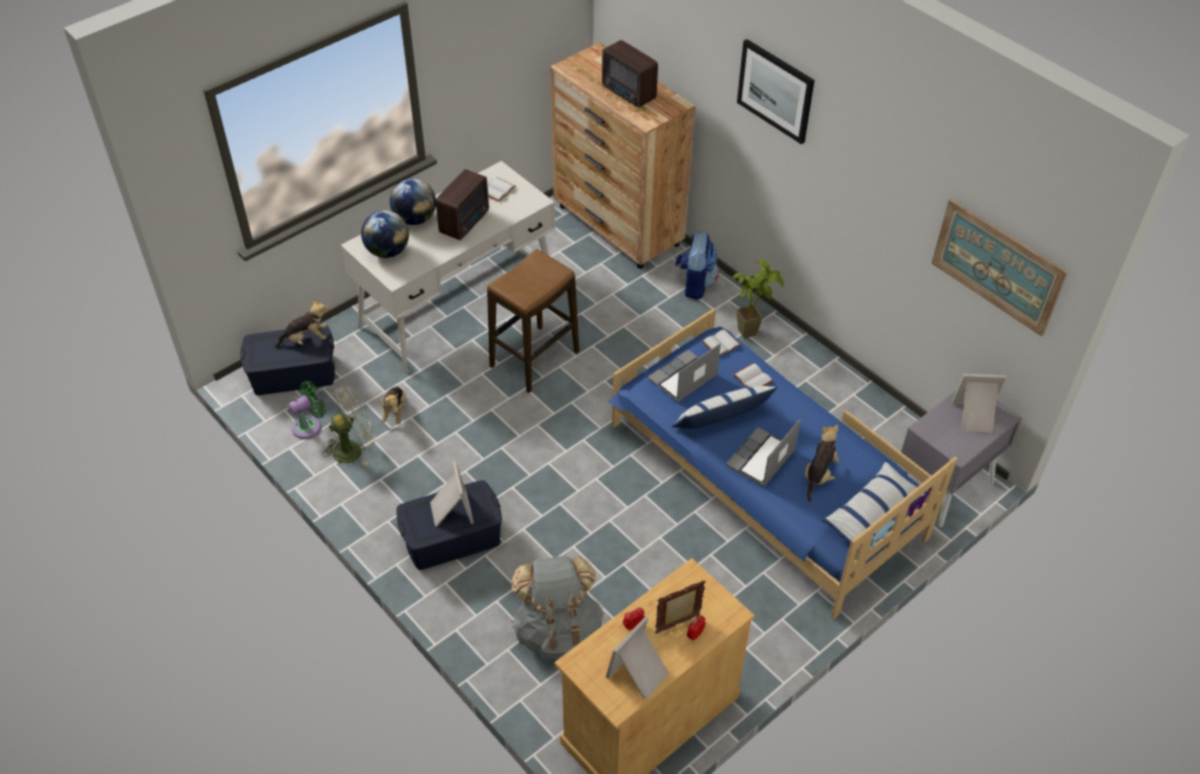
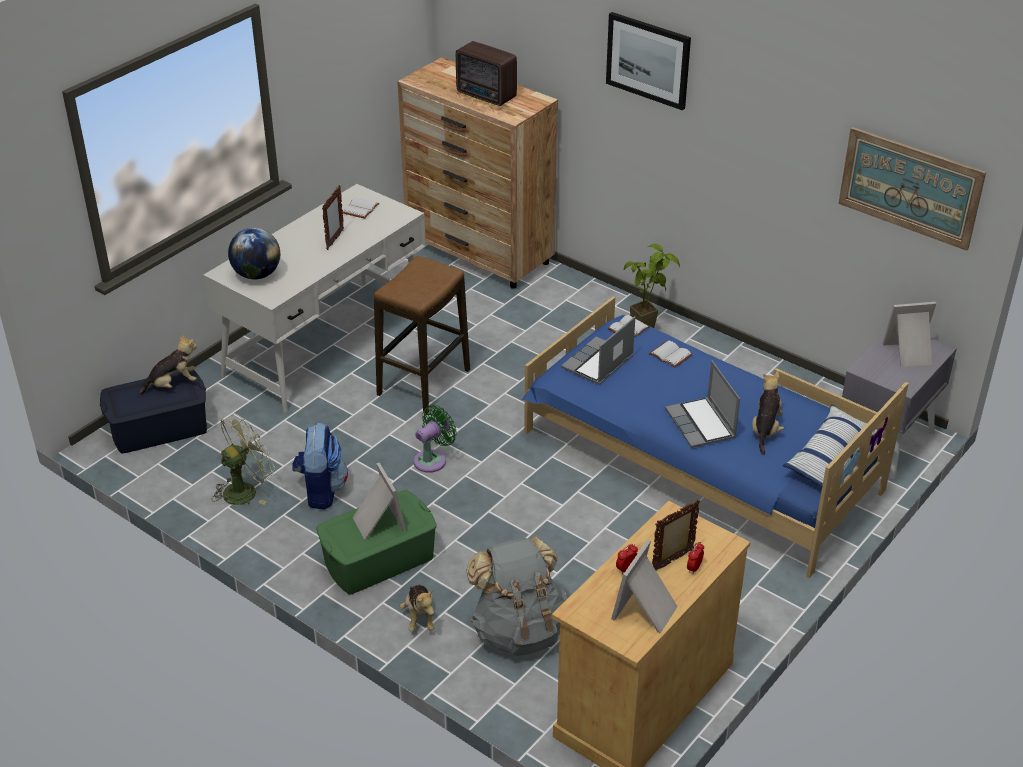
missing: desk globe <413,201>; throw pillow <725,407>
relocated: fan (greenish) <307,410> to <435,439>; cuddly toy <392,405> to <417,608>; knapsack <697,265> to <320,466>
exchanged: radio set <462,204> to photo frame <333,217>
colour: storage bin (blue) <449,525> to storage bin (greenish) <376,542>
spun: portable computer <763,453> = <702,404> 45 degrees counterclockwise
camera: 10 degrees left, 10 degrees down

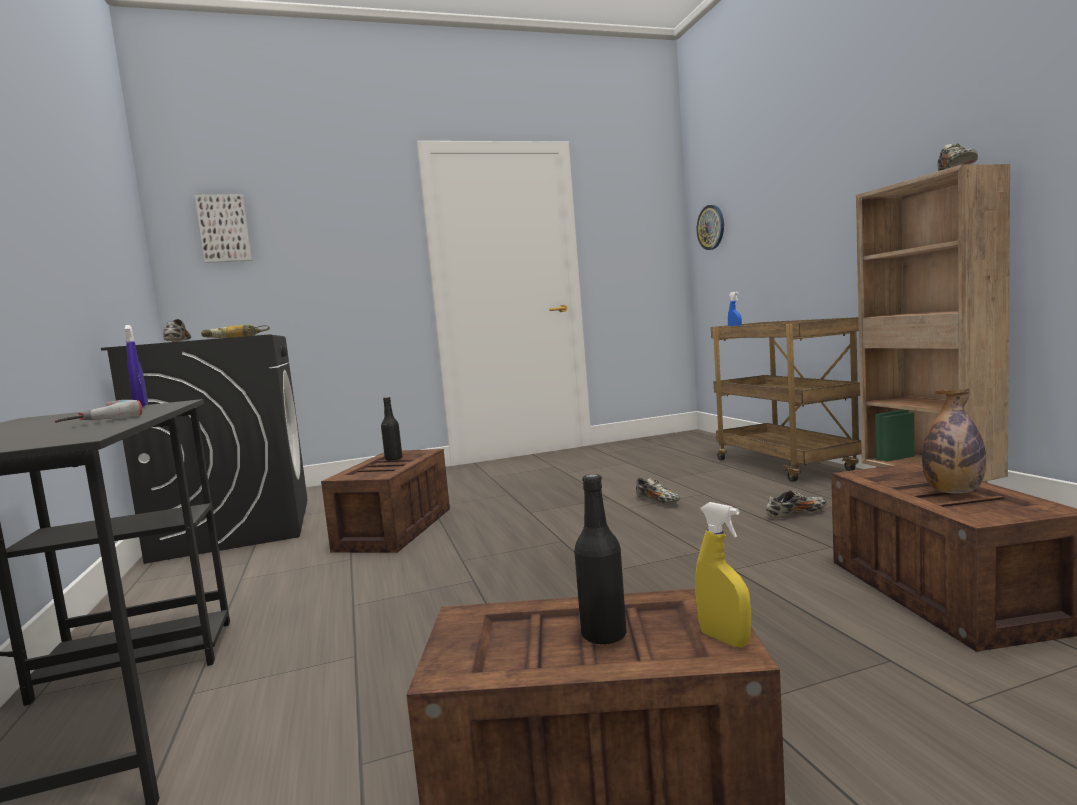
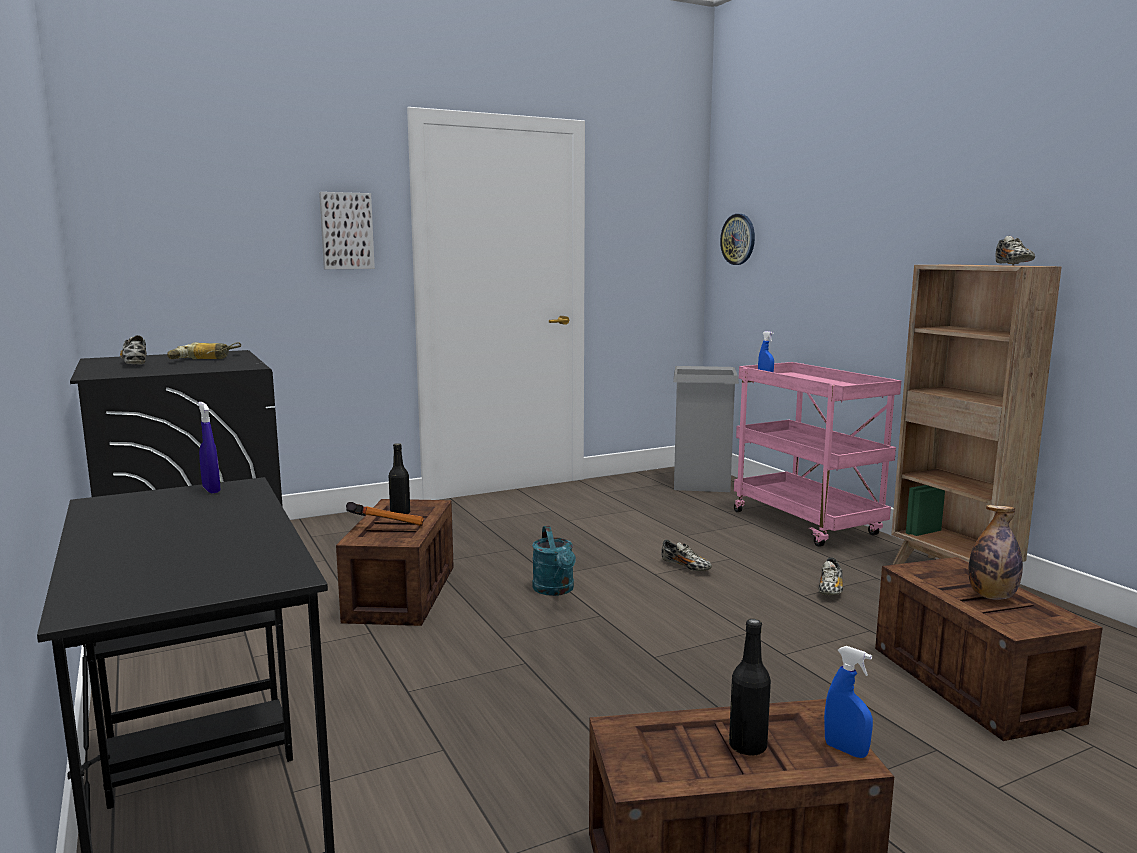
missing: power drill <98,411>
appeared: hand hammer <385,514>; sprinkling can (turquoise-coloured) <554,561>; rubbish bin (gray) <706,429>
relocated: wall picture <223,228> to <347,230>
colour: spray bottle (yellow-coloured) <723,574> to spray bottle (blue) <848,702>; wheeled cart (brown-coloured) <786,399> to wheeled cart (pinkish) <817,454>
spun: low shoe <796,504> = <831,576> 135 degrees clockwise
camera: 10 degrees left, 5 degrees up

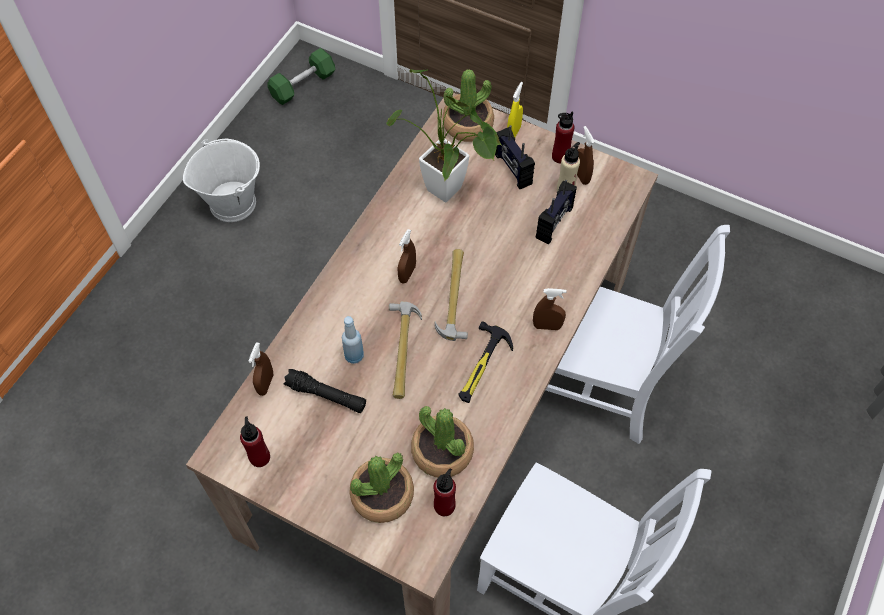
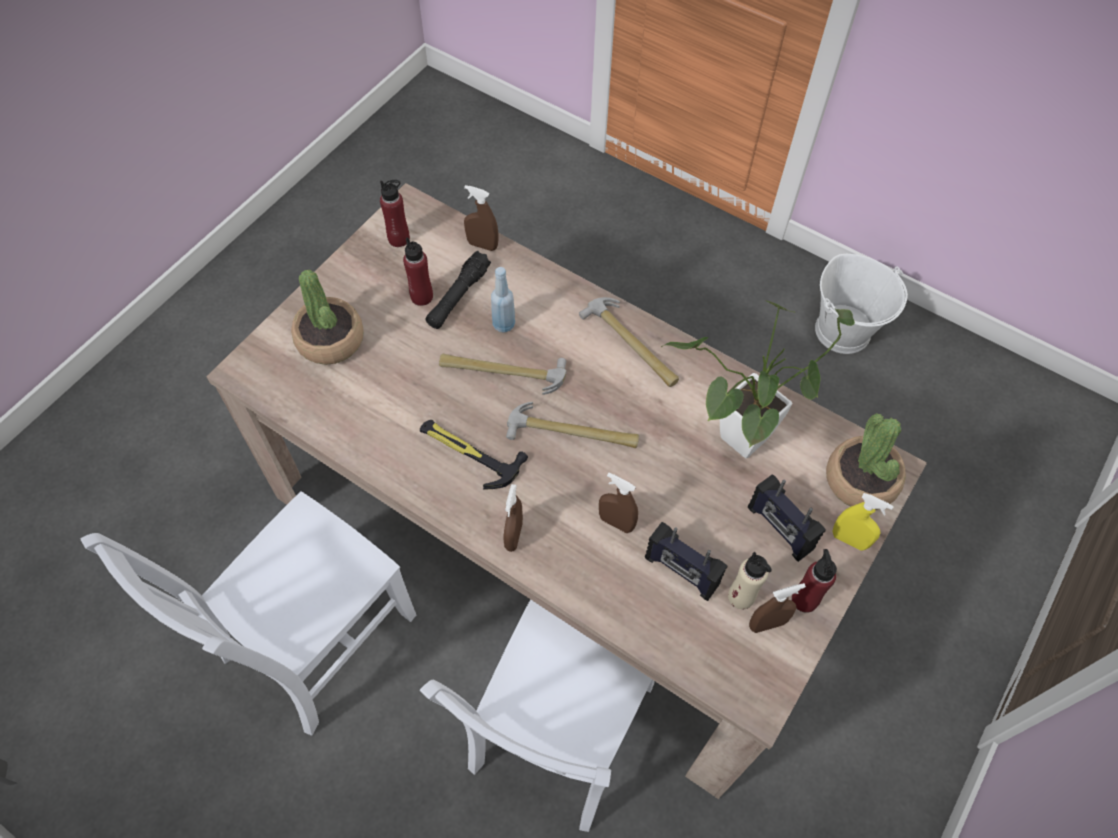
missing: hand weight (greenish) <301,76>; houseplant <442,441>
appeared: hand hammer <629,342>
relocated: spray bottle (brown-coloured) <407,256> to <618,502>; drink bottle (red-coloured) <444,492> to <418,271>
spun: radio set <515,157> = <787,518> 105 degrees counterclockwise
camera: 95 degrees right, 0 degrees up

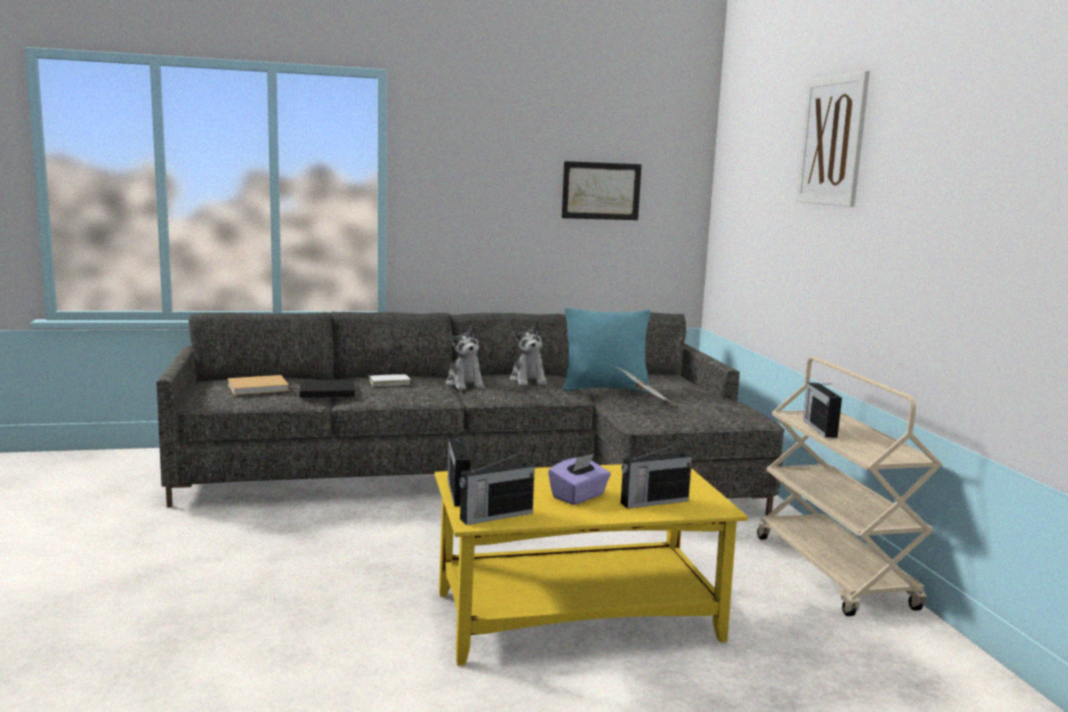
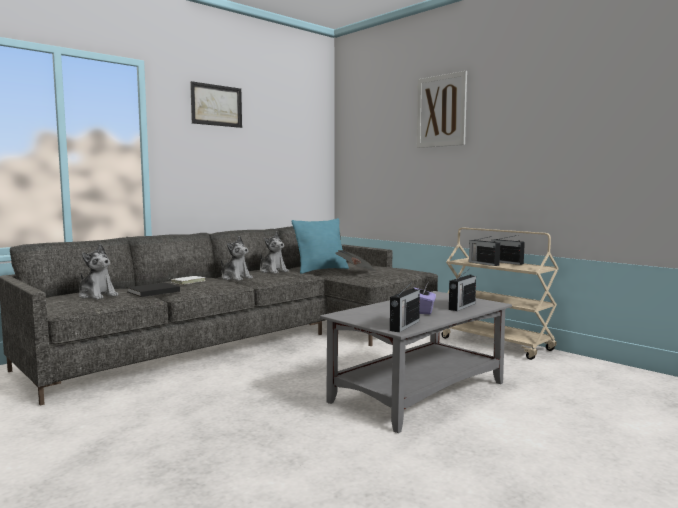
relocated: radio set <459,472> to <508,250>; wall picture <602,190> to <216,104>
exchanged: book (beige-coloured) <258,385> to cuddly toy <98,271>
colour: low table (yellow-coloured) <591,565> to low table (gray) <416,362>
camera: 30 degrees left, 5 degrees down

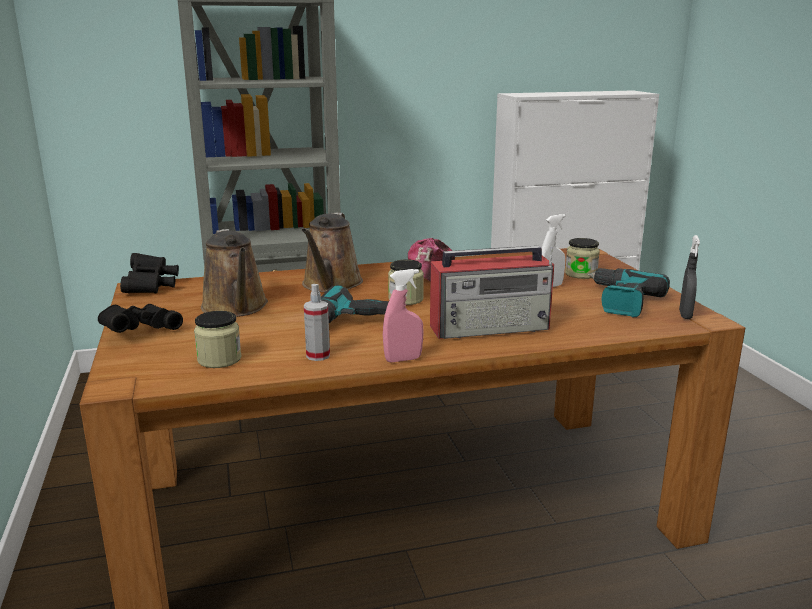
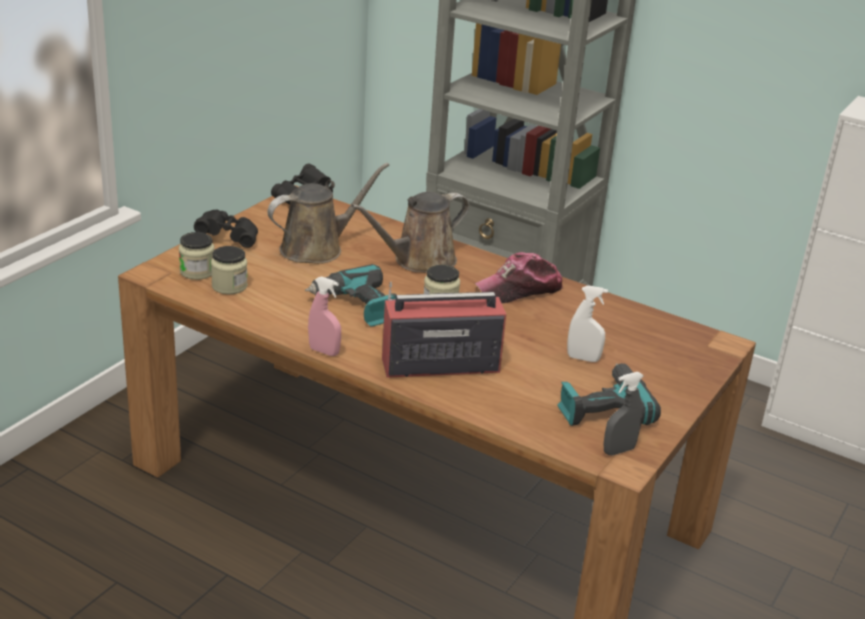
missing: spray bottle <317,322>
relocated: preserve jar <582,258> to <197,256>
spun: sprinkling can (brown-coloured) <234,273> = <328,213> 150 degrees counterclockwise; radio set <492,292> = <444,330> 135 degrees clockwise
camera: 45 degrees right, 10 degrees up

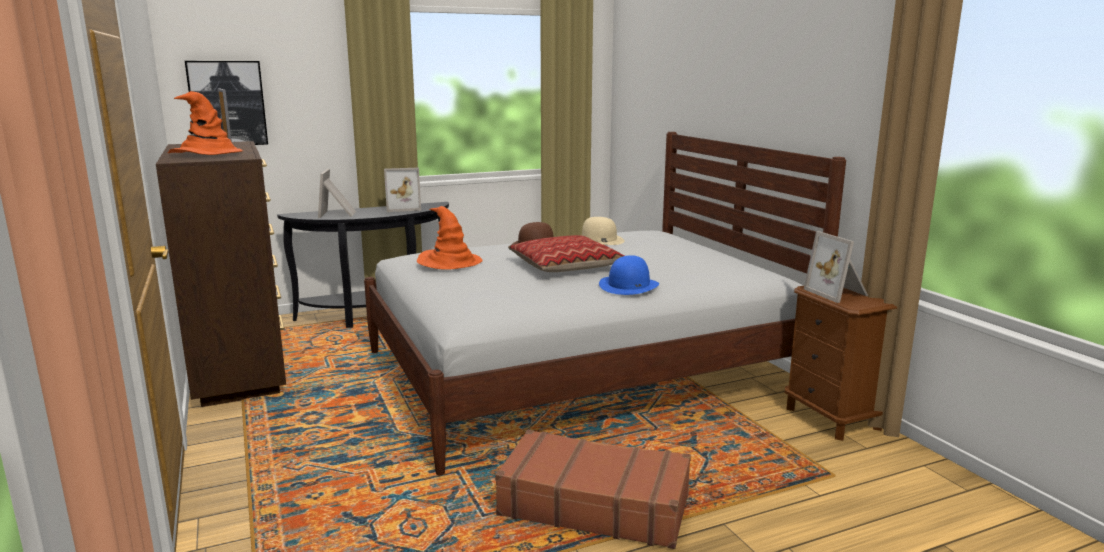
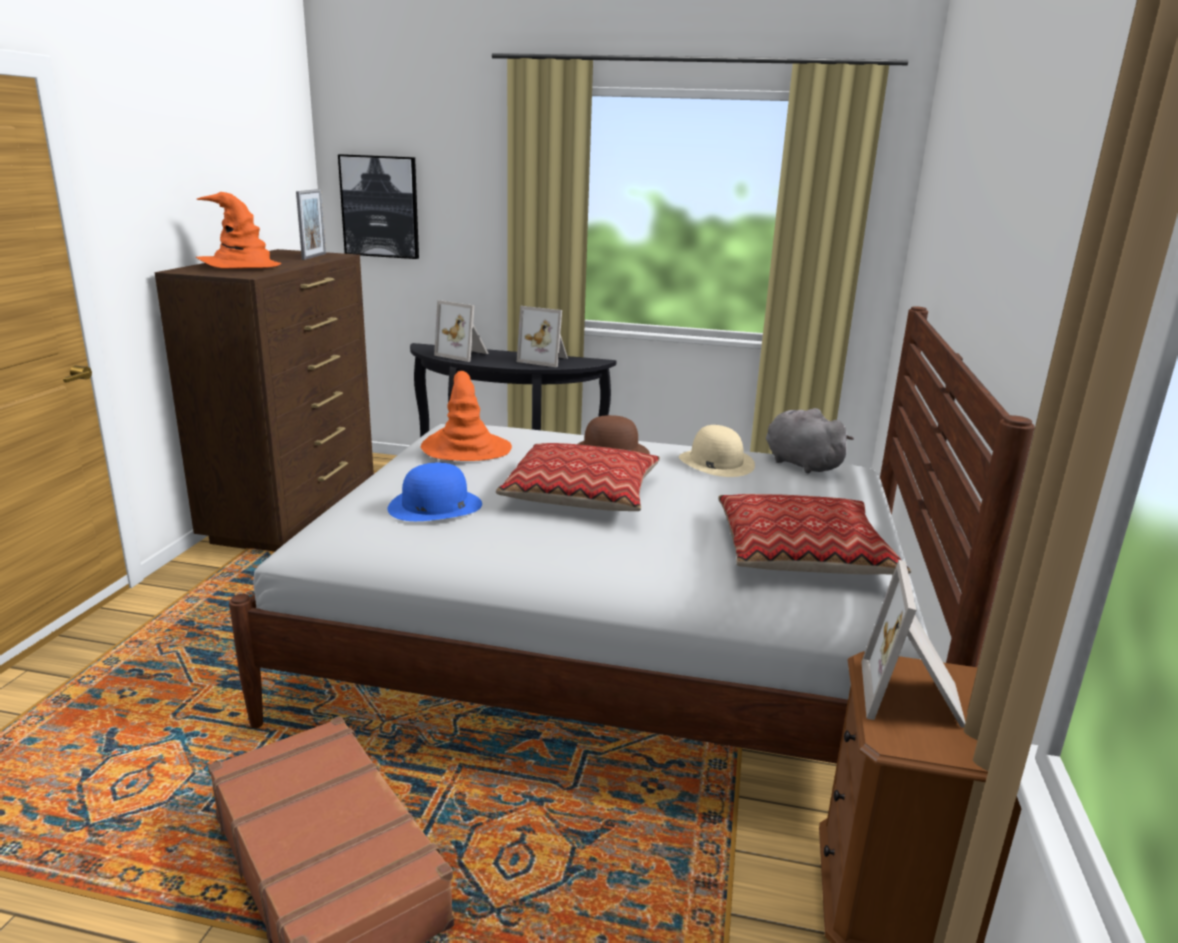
appeared: throw pillow <815,534>; cuddly toy (gray) <810,440>
relocated: clothing hat (blue) <629,275> to <434,491>
spun: photo frame <337,193> = <461,331> 90 degrees counterclockwise
camera: 35 degrees right, 5 degrees up

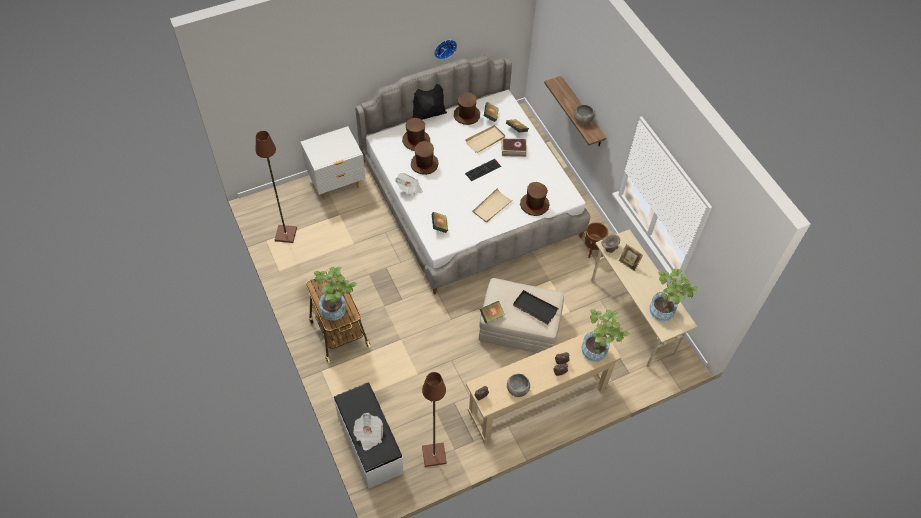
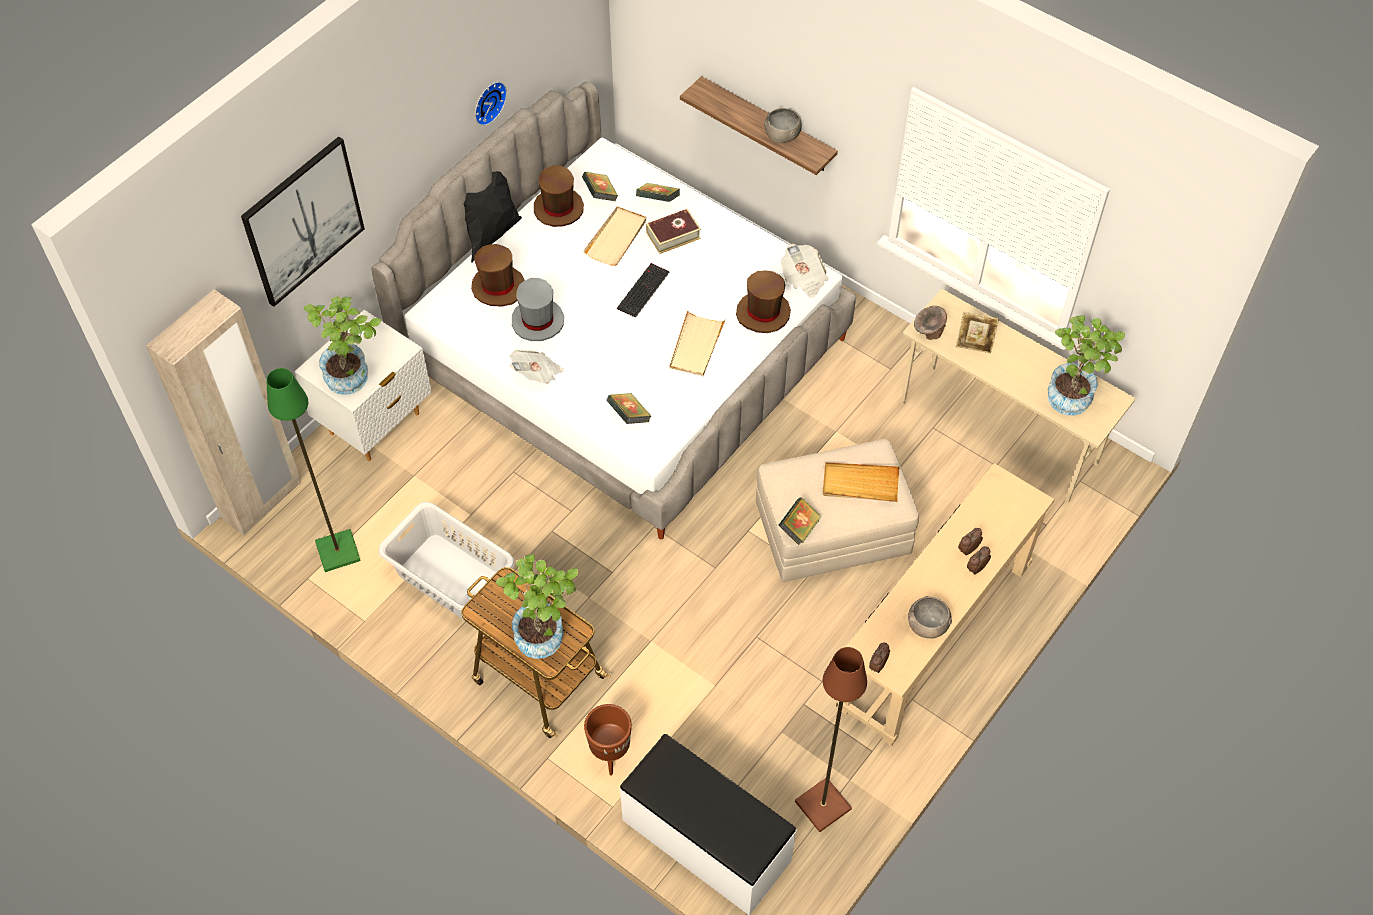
appeared: wardrobe (beige-coloured) <223,412>; wall picture <303,221>; hamper (gray) <446,560>
relocated: printed paper <368,432> to <804,271>; houseplant <606,335> to <342,346>; planter (brown-coloured) <596,240> to <608,740>
colour: standing lamp (brown-coloured) <276,187> to standing lamp (greenish) <313,470>; clothing hat (brown-coloured) <425,158> to clothing hat (gray) <538,309>; tray (black-coloured) <536,307> to tray (beige-coloured) <861,482>
camera: 25 degrees left, 0 degrees up

